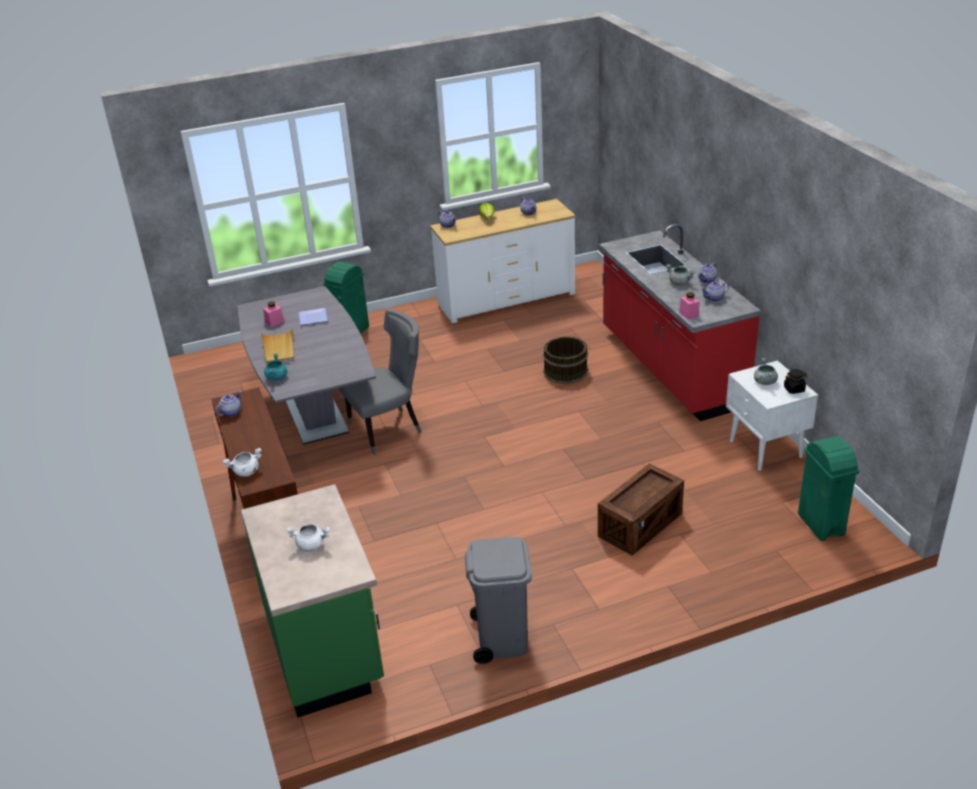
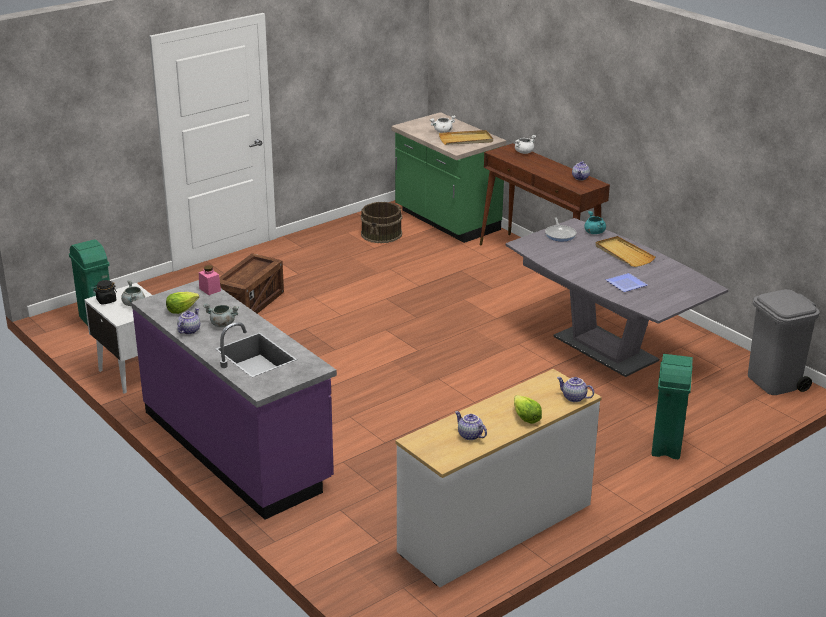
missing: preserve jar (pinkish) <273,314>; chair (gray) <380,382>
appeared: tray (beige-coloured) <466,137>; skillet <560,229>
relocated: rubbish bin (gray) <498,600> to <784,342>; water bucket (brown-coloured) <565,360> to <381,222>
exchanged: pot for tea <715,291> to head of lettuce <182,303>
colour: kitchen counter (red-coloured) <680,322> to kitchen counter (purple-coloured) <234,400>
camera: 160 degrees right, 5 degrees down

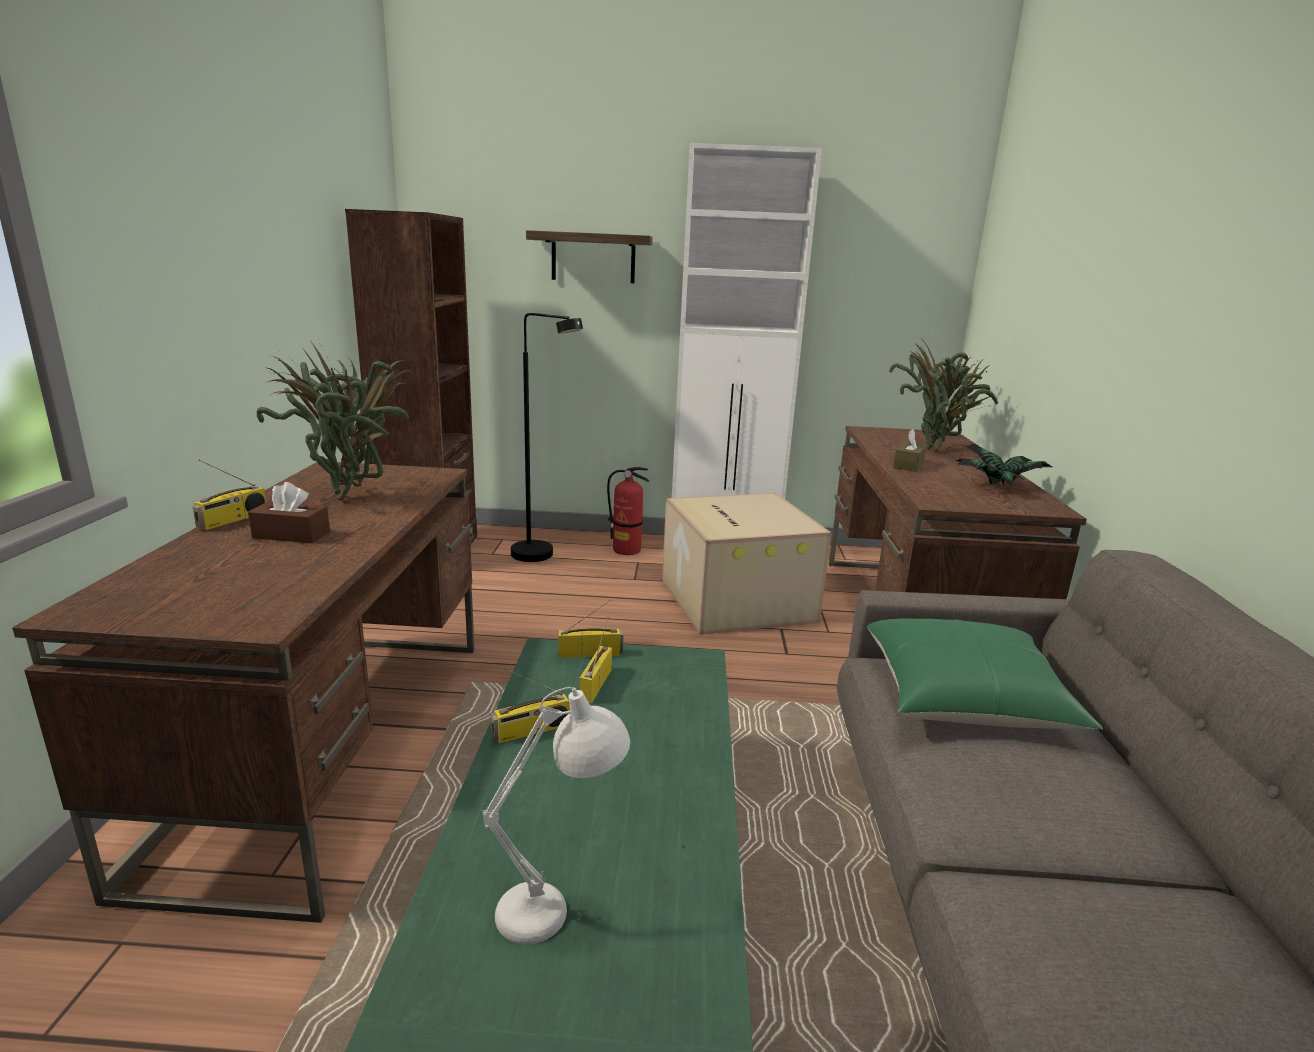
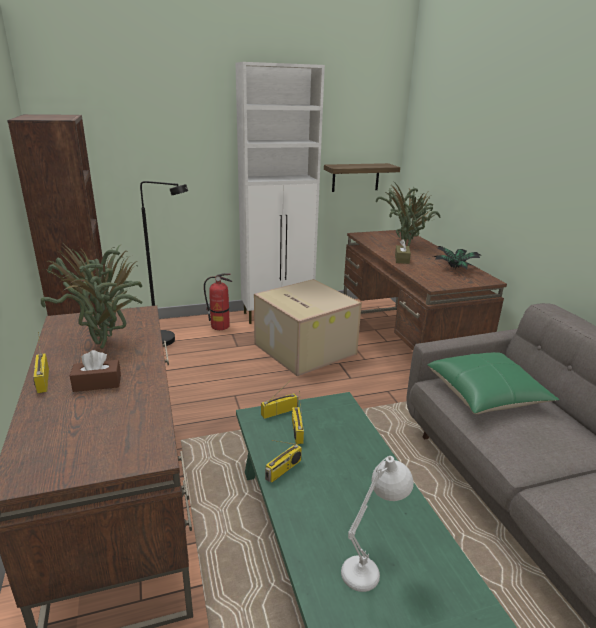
relocated: bracket shelf <589,256> to <362,177>
spun: radio set <229,495> = <41,362> 150 degrees clockwise
camera: 20 degrees left, 5 degrees up

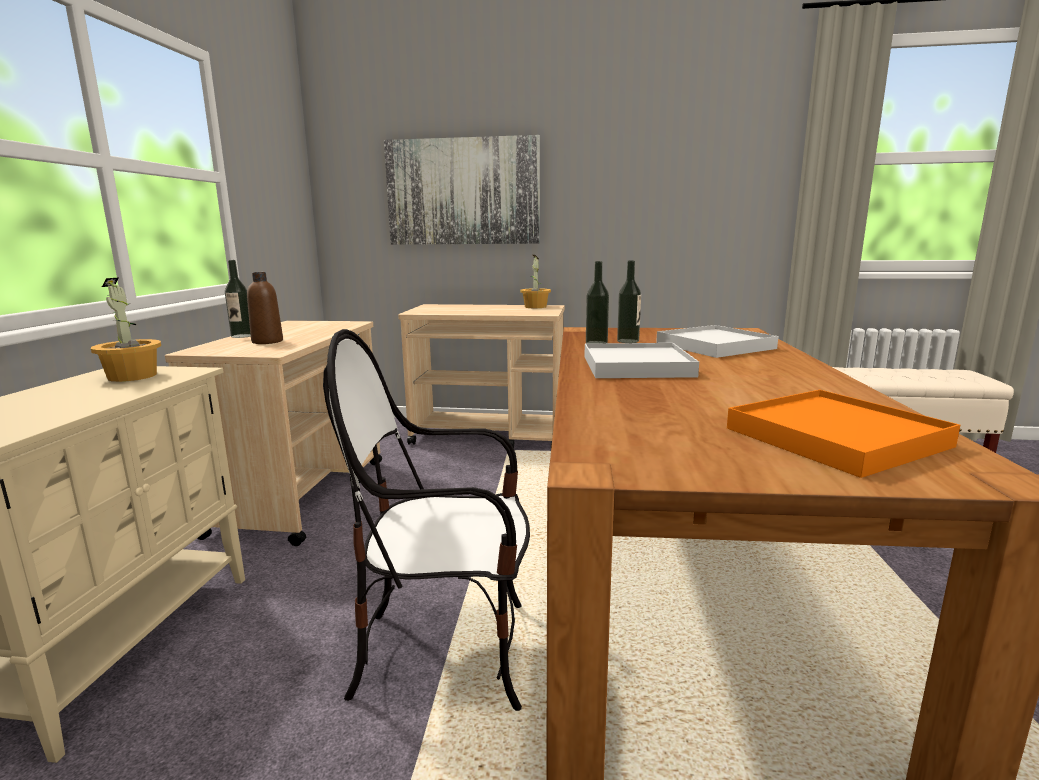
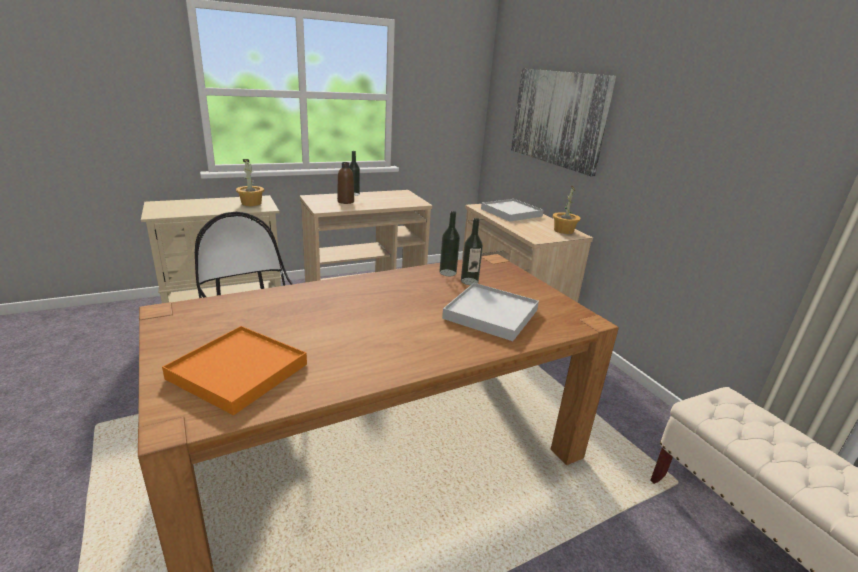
relocated: tray (white-coloured) <641,360> to <512,210>
camera: 55 degrees right, 10 degrees up

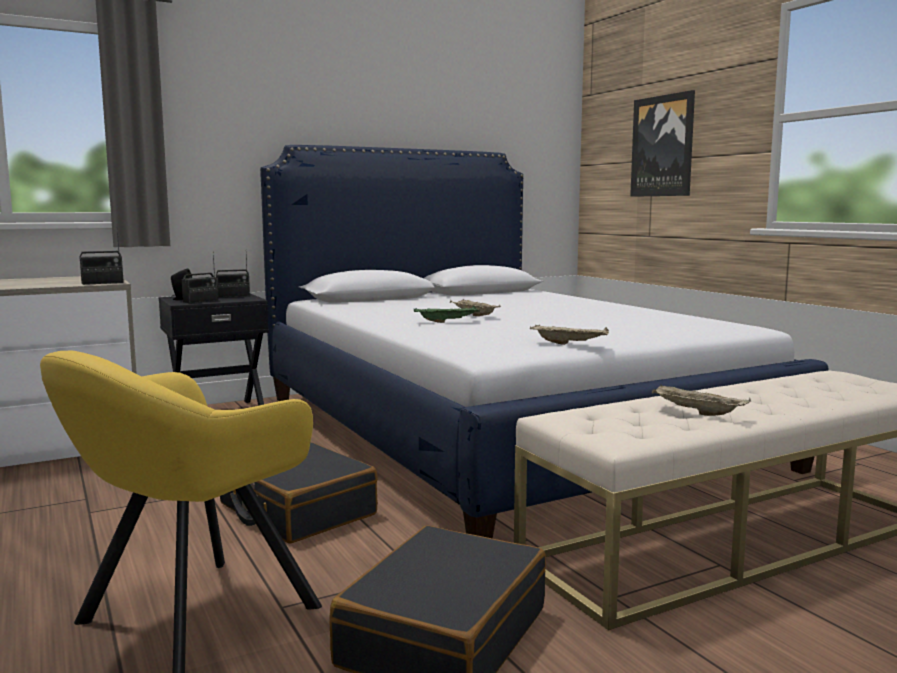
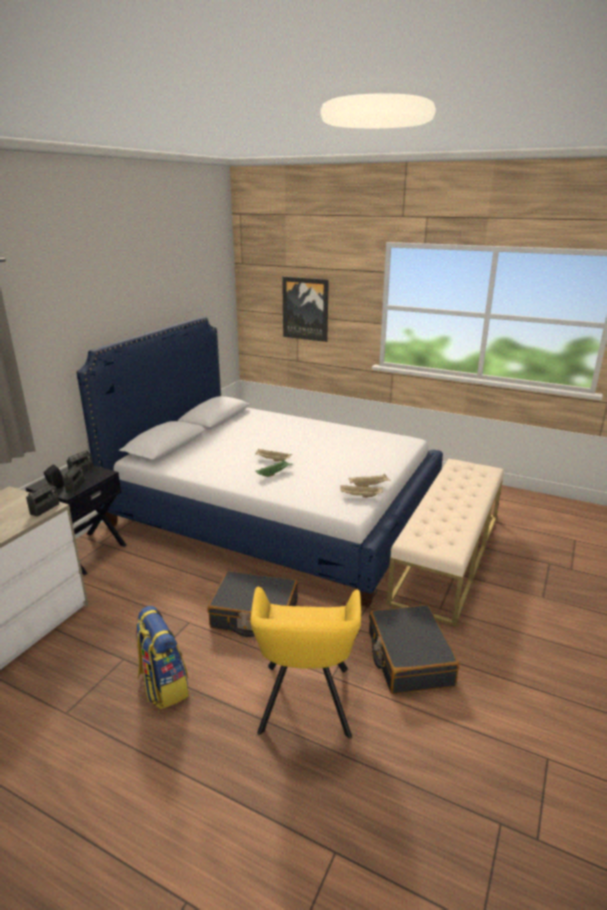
appeared: knapsack <162,658>
relocated: tray (beige-coloured) <701,400> to <361,491>
camera: 35 degrees left, 15 degrees up

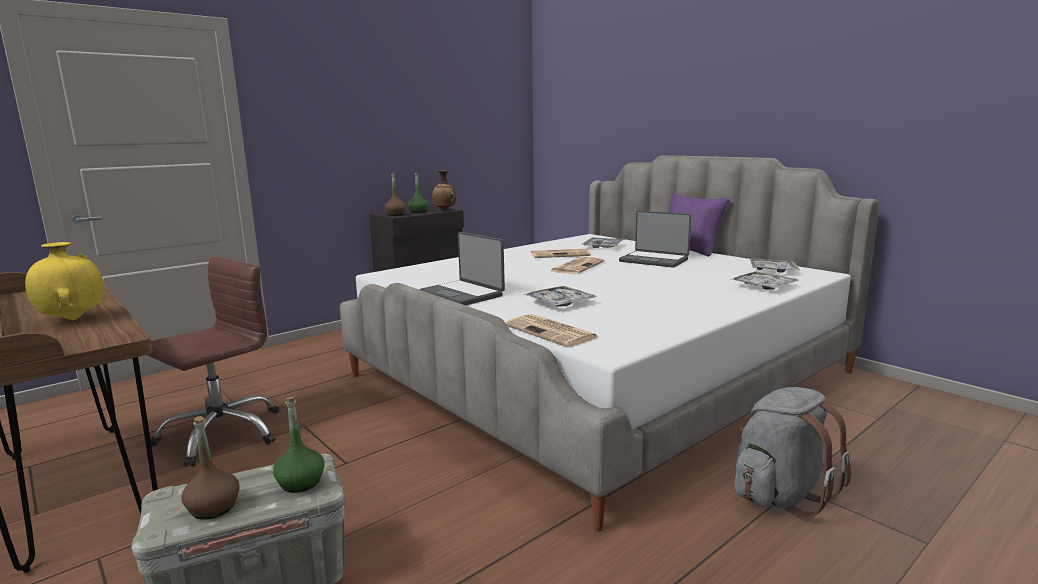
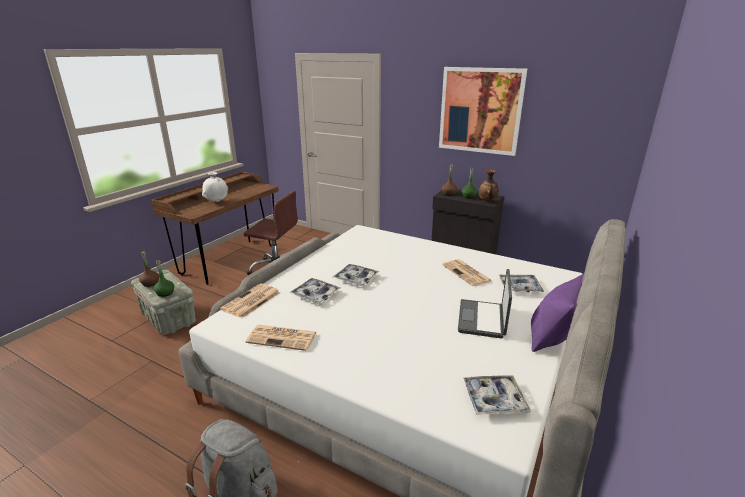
missing: portable computer <462,268>
appeared: wall picture <483,111>
relocated: printed paper <578,265> to <281,338>; tray <764,280> to <356,275>
colour: flower vase (yellow-coloured) <64,281> to flower vase (white-coloured) <215,187>
camera: 70 degrees right, 10 degrees up

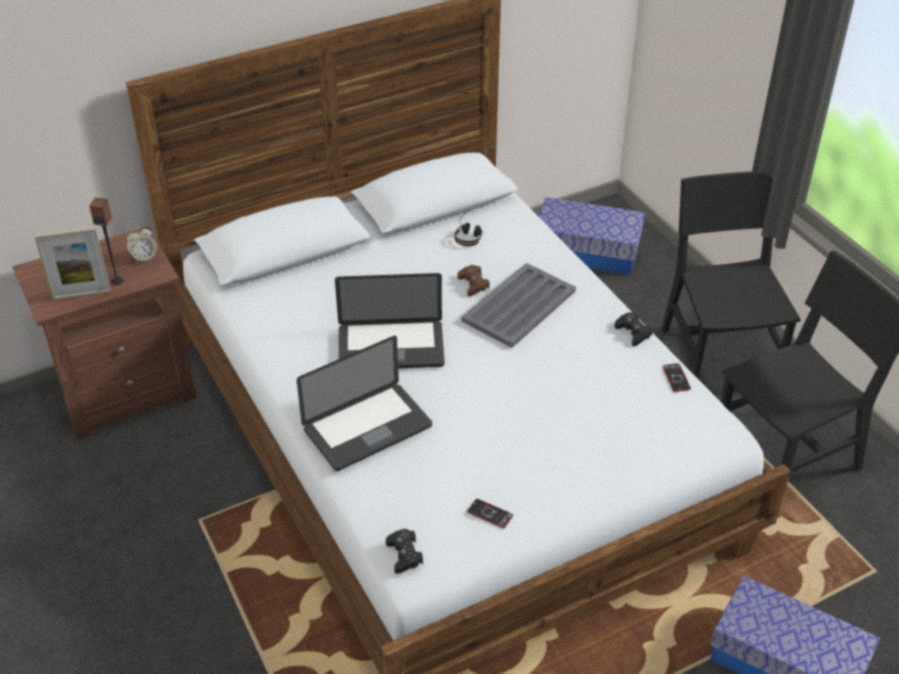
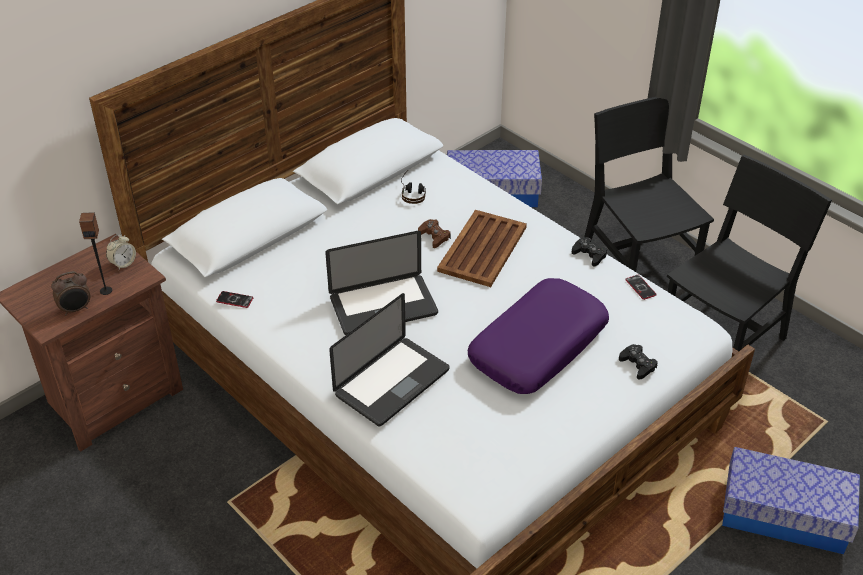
appeared: throw pillow (purple-coloured) <538,336>
relocated: joypad (black-coloured) <404,551> to <638,361>; handset <490,513> to <234,299>
exchanged: photo frame <73,263> to table clock <70,293>
colour: tray (gray) <519,305> to tray (brown-coloured) <482,248>
camera: 15 degrees left, 0 degrees up

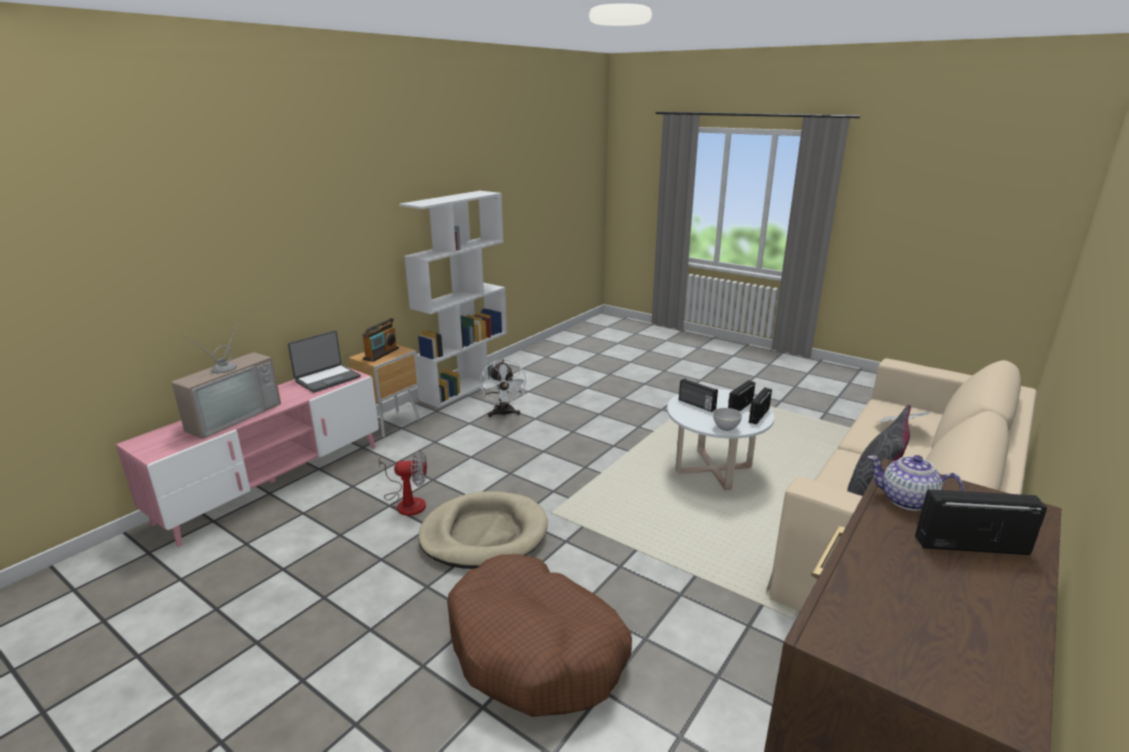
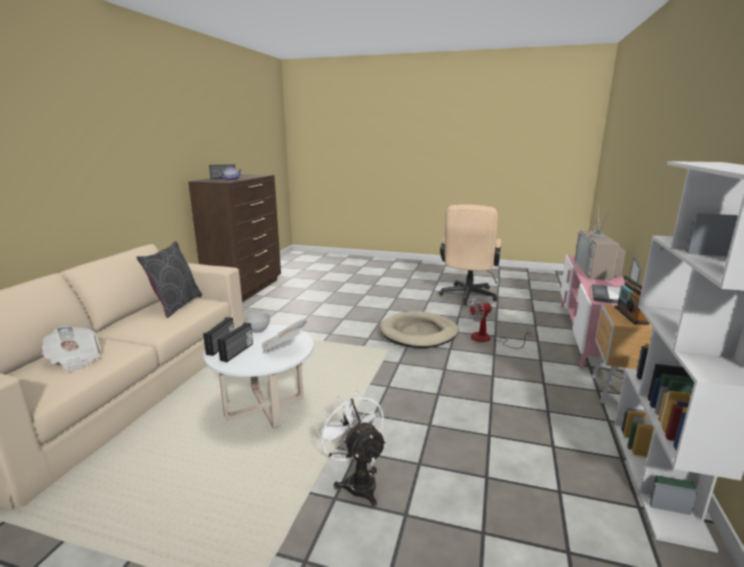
missing: dog cushion (brown-coloured) <539,635>
appeared: office chair (beige-coloured) <470,254>
relocated: fan (white-coloured) <503,388> to <351,449>
exchanged: radio set <698,395> to printed paper <285,336>
camera: 160 degrees right, 5 degrees down

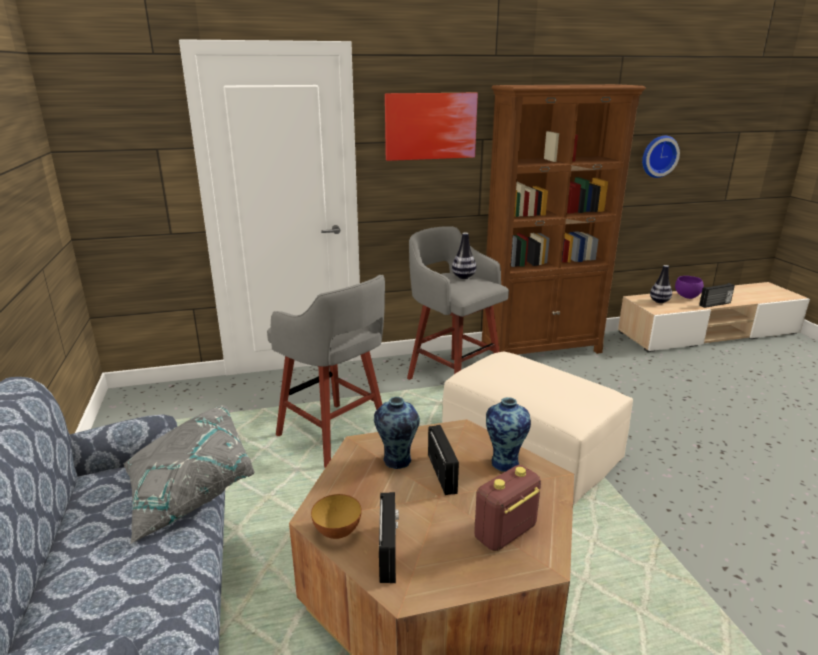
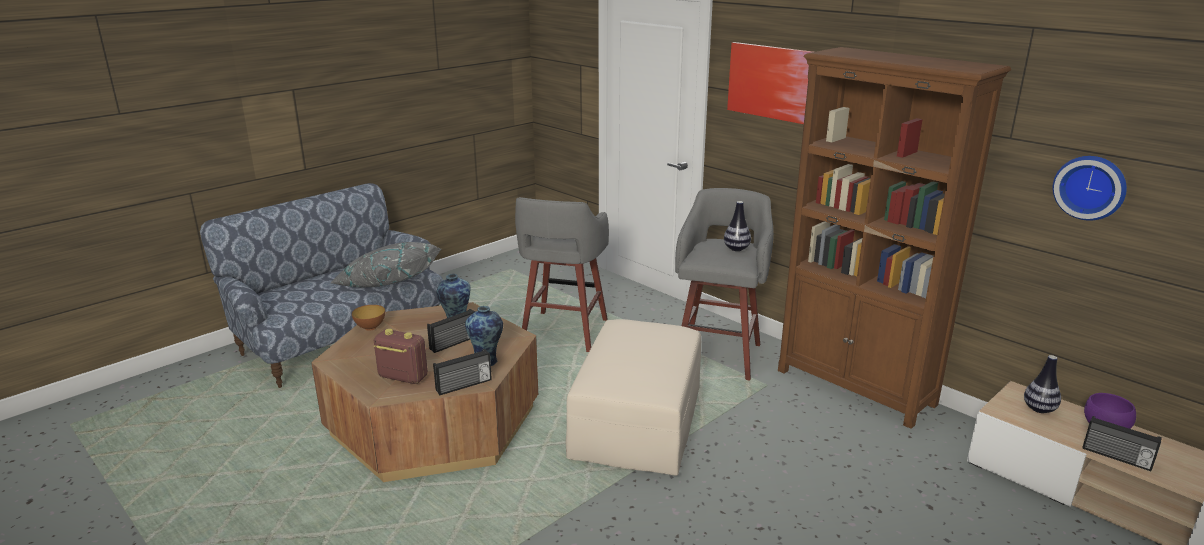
relocated: radio set <389,537> to <462,372>
camera: 60 degrees right, 0 degrees up

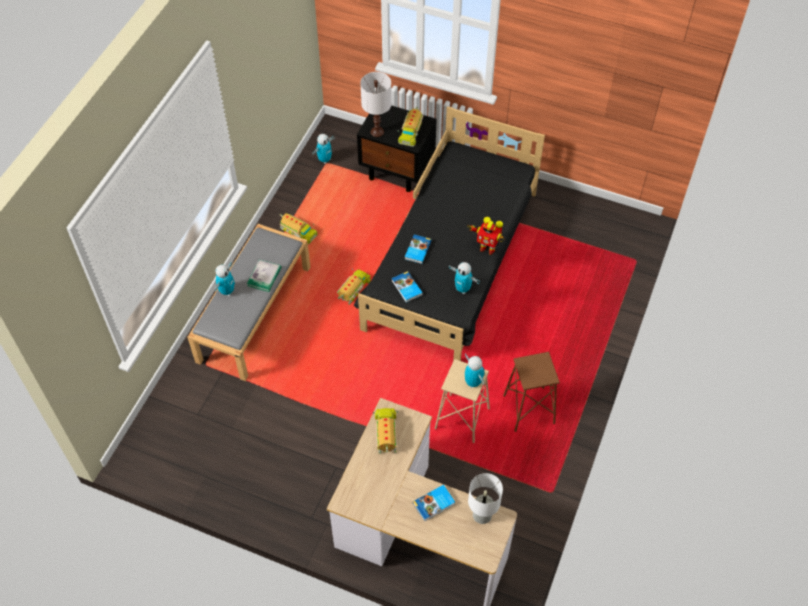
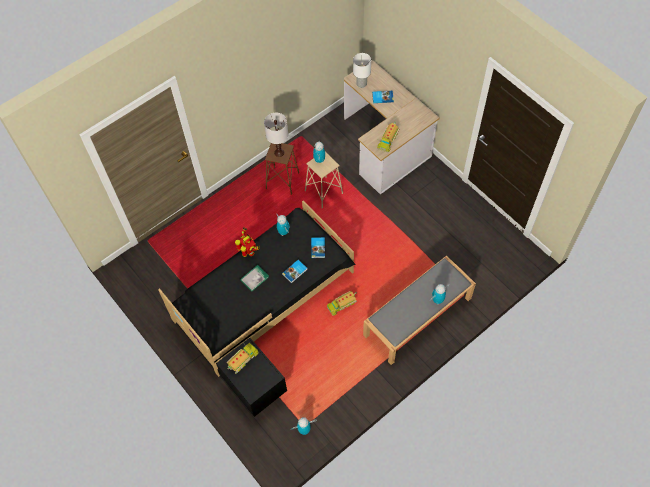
missing: toy lorry <299,228>
relocated: book <264,276> to <254,278>; table lamp (white-coloured) <376,104> to <276,135>
camera: 150 degrees left, 5 degrees up

